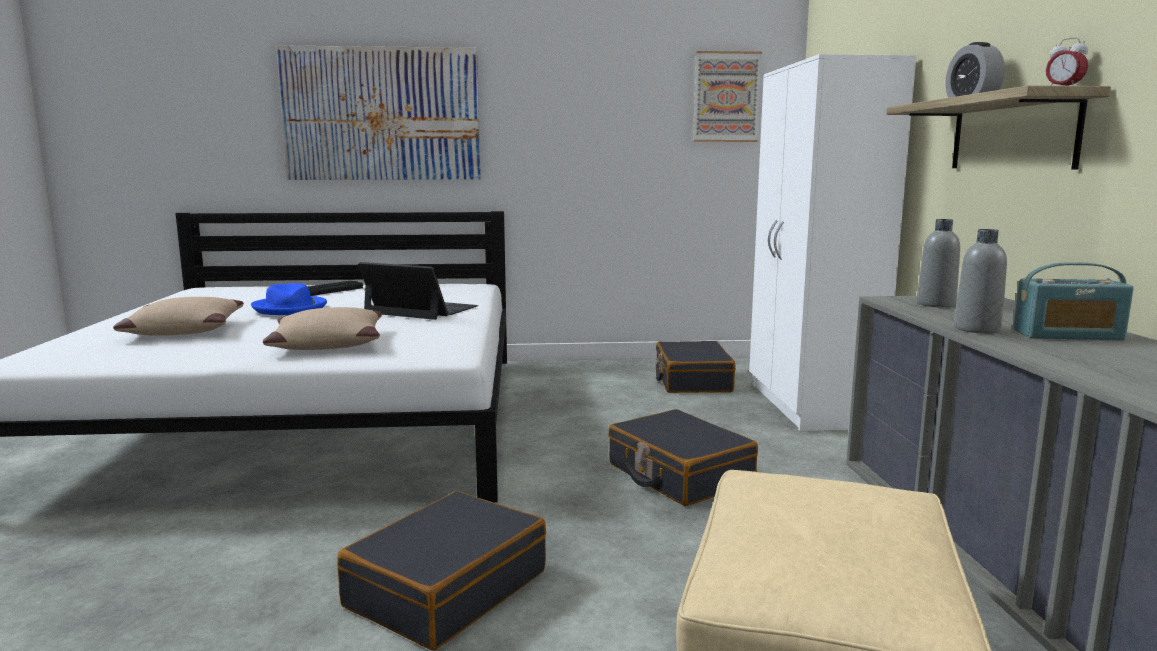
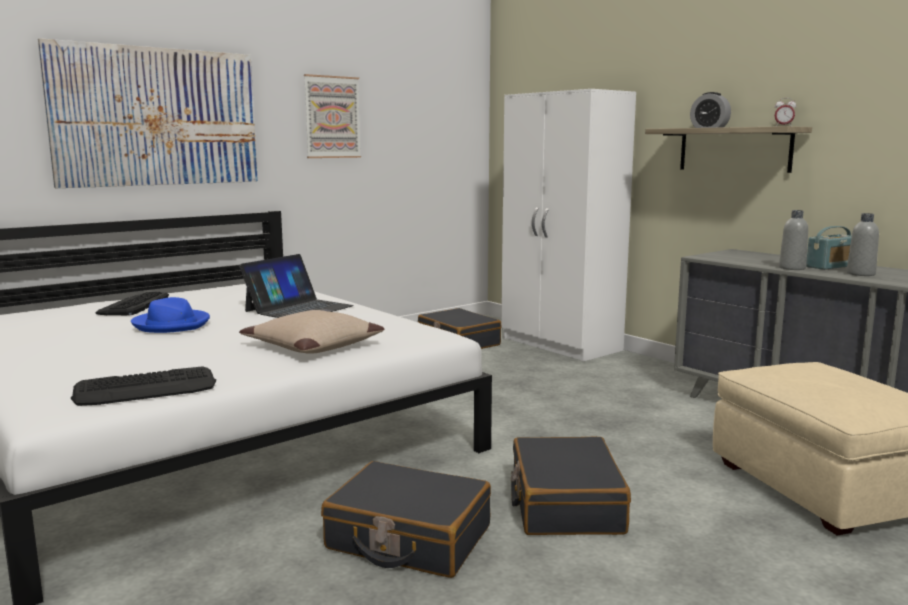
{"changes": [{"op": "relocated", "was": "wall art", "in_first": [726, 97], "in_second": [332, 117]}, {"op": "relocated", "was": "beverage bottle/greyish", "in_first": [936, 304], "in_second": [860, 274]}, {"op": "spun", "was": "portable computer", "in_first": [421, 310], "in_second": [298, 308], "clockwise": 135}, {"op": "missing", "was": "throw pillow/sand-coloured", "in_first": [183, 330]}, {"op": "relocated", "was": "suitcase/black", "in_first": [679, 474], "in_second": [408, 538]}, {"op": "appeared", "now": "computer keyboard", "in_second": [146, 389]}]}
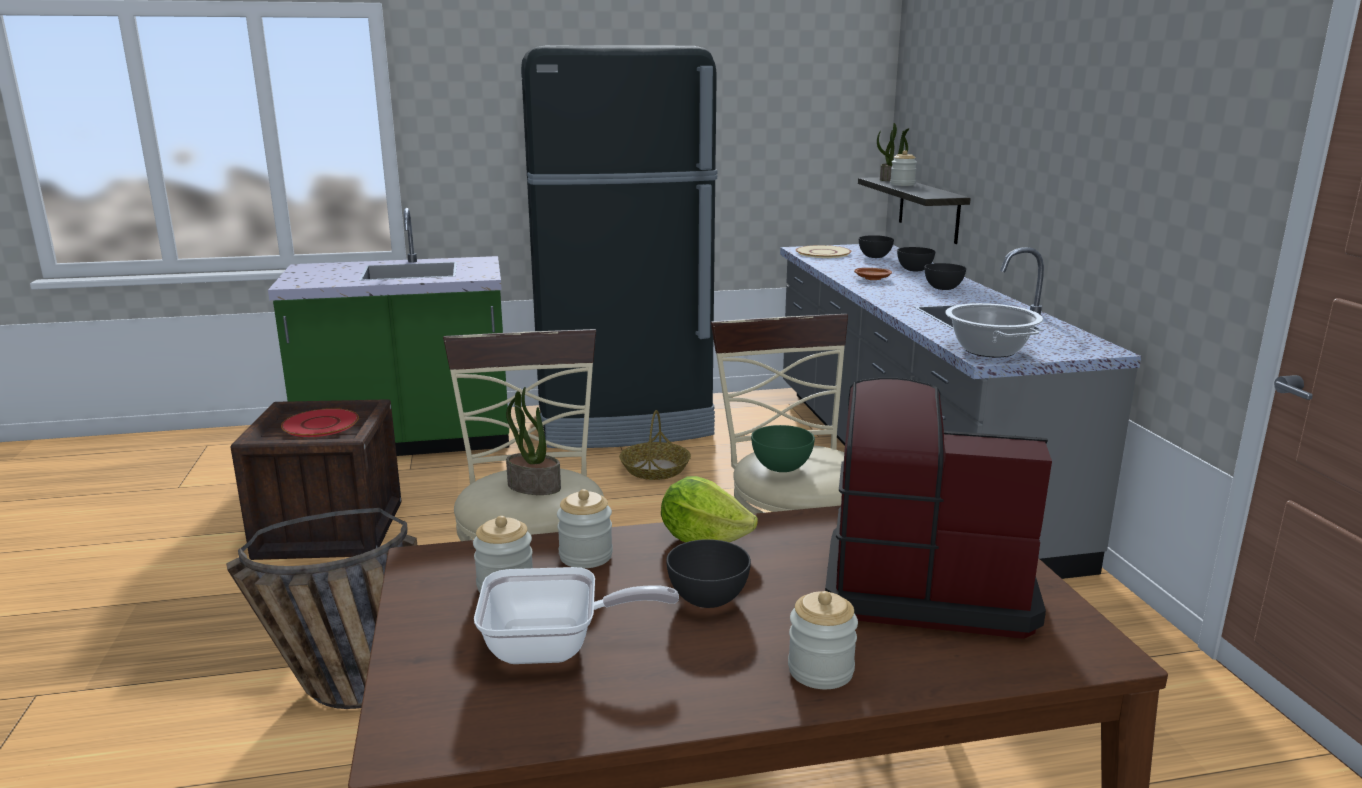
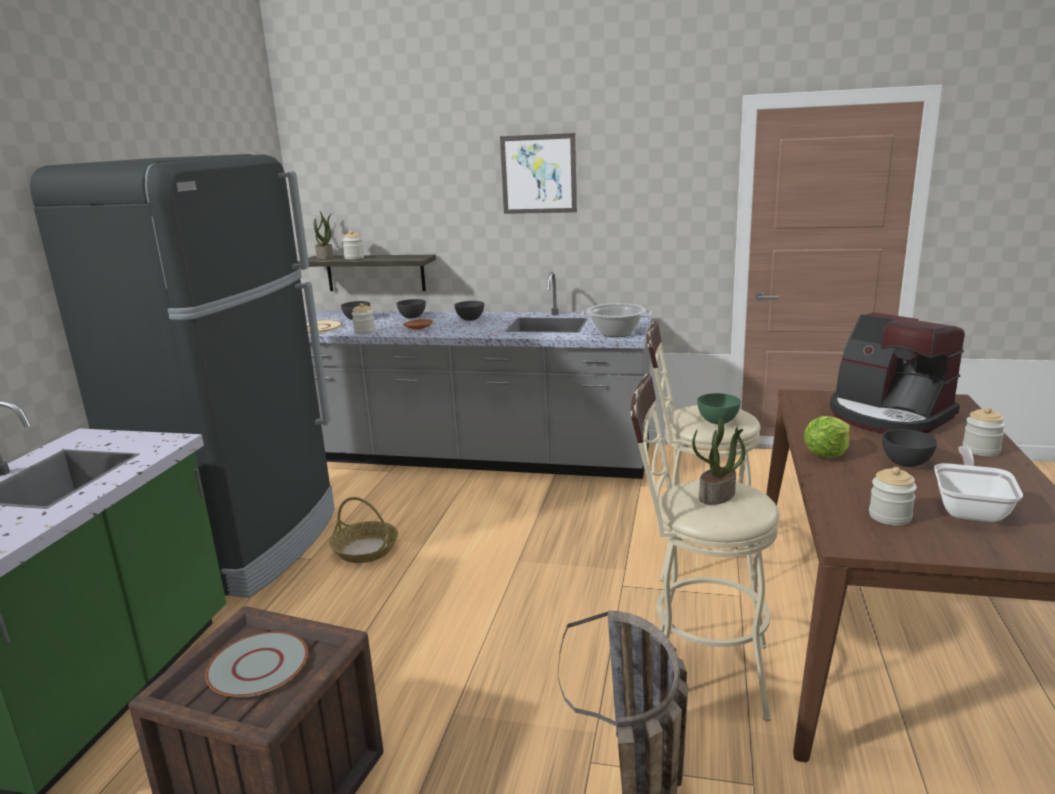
{"changes": [{"op": "spun", "was": "coffee maker", "in_first": [924, 584], "in_second": [888, 416], "clockwise": -75}, {"op": "colour", "was": "plate/red-coloured", "now": "plate/greyish", "in_first": [320, 424], "in_second": [258, 666]}, {"op": "relocated", "was": "storage jar", "in_first": [586, 556], "in_second": [364, 331]}, {"op": "appeared", "now": "wall art", "in_second": [538, 174]}]}
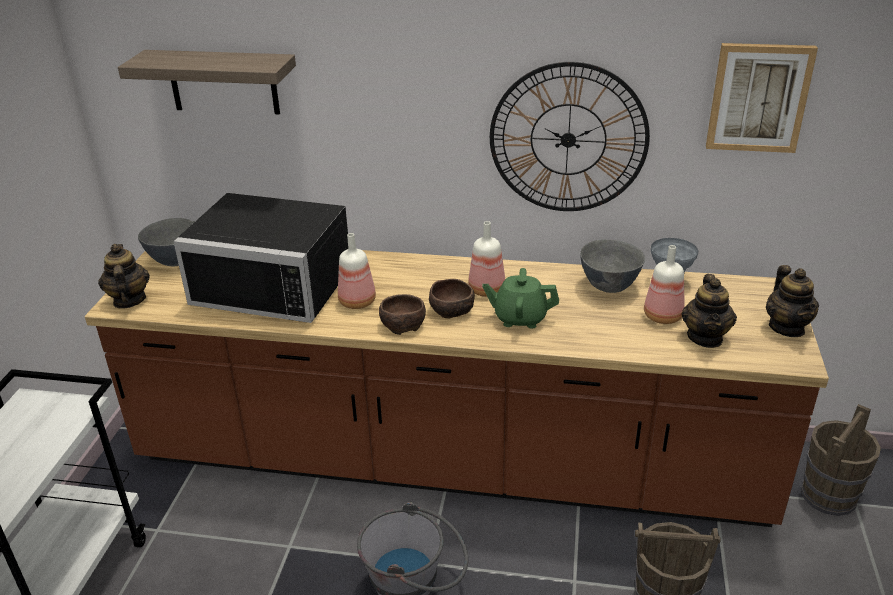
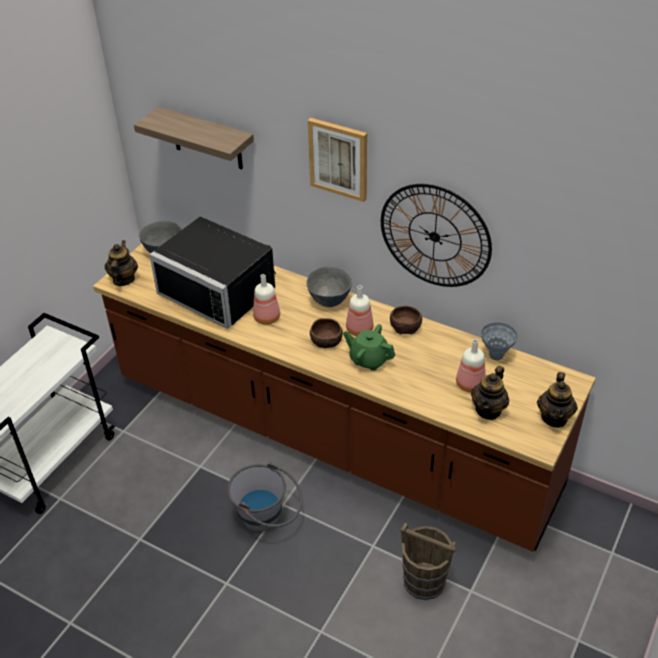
{"changes": [{"op": "relocated", "was": "wall art", "in_first": [758, 97], "in_second": [339, 158]}, {"op": "relocated", "was": "deep dish/greyish", "in_first": [609, 287], "in_second": [330, 301]}, {"op": "relocated", "was": "deep dish/brownish", "in_first": [402, 324], "in_second": [405, 327]}, {"op": "missing", "was": "bucket/brownish", "in_first": [829, 495]}]}
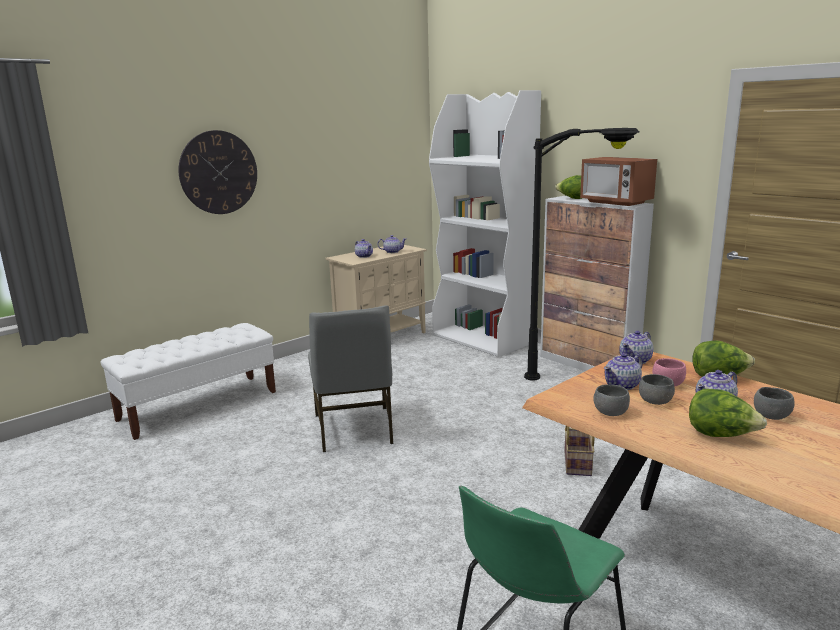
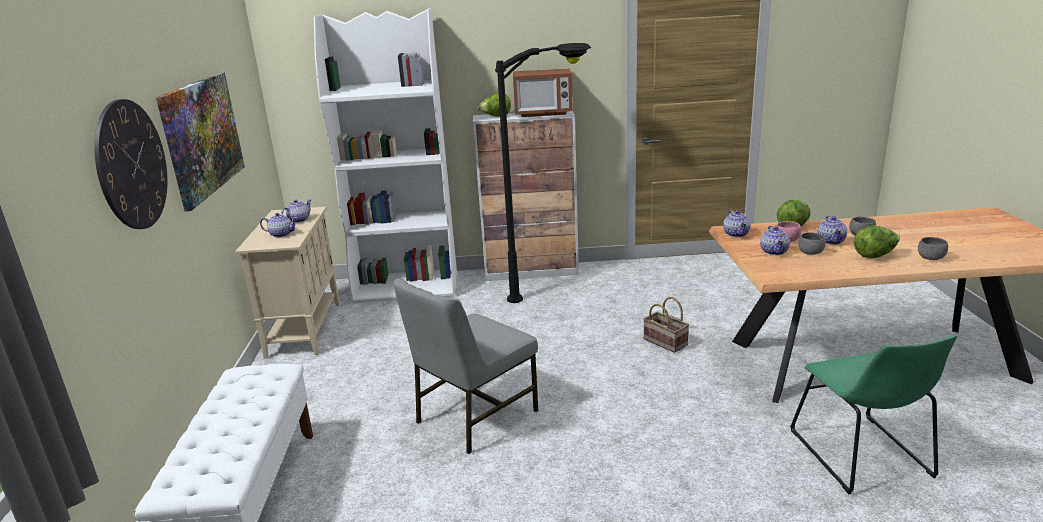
{"changes": [{"op": "spun", "was": "chair/greyish", "in_first": [354, 429], "in_second": [474, 416], "clockwise": 105}, {"op": "relocated", "was": "deep dish/greyish", "in_first": [610, 413], "in_second": [930, 258]}, {"op": "appeared", "now": "wall art", "in_second": [203, 137]}]}
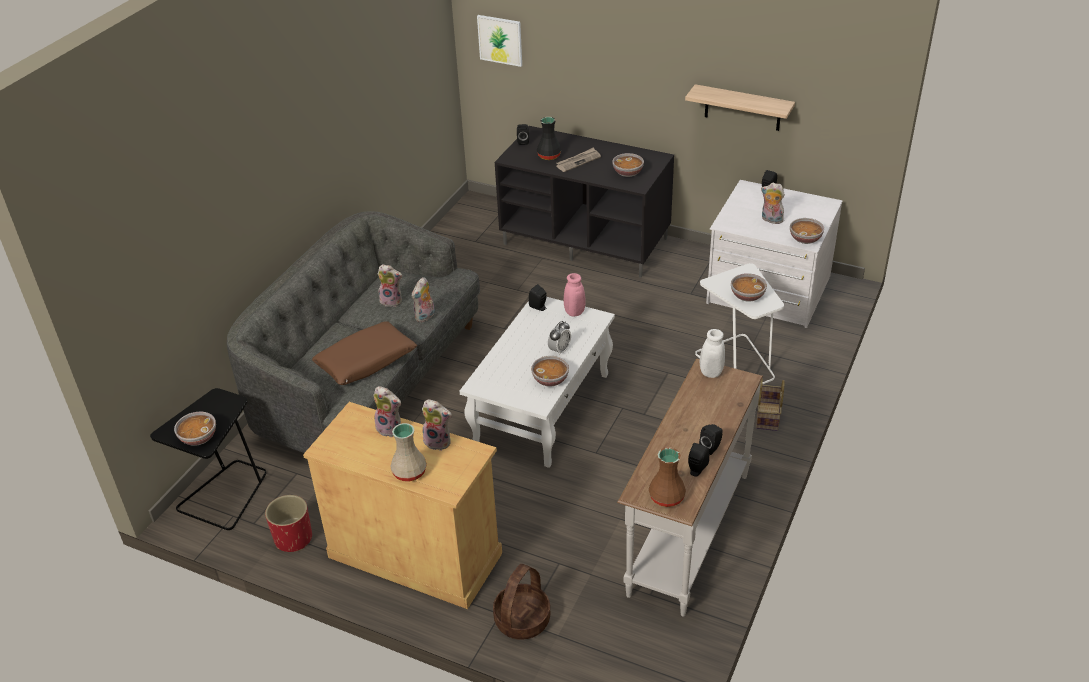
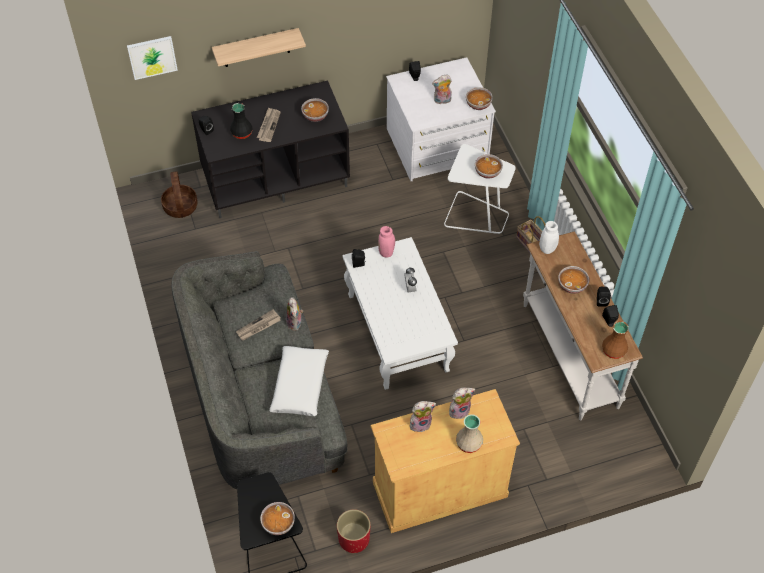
{"changes": [{"op": "relocated", "was": "shelf", "in_first": [742, 108], "in_second": [256, 48]}, {"op": "exchanged", "was": "cuddly toy", "now": "daily paper", "in_first": [392, 301], "in_second": [258, 327]}, {"op": "colour", "was": "throw pillow/brownish", "now": "throw pillow/whitish", "in_first": [366, 361], "in_second": [300, 385]}, {"op": "relocated", "was": "deep dish", "in_first": [550, 379], "in_second": [572, 285]}, {"op": "relocated", "was": "household basket", "in_first": [522, 619], "in_second": [180, 206]}]}
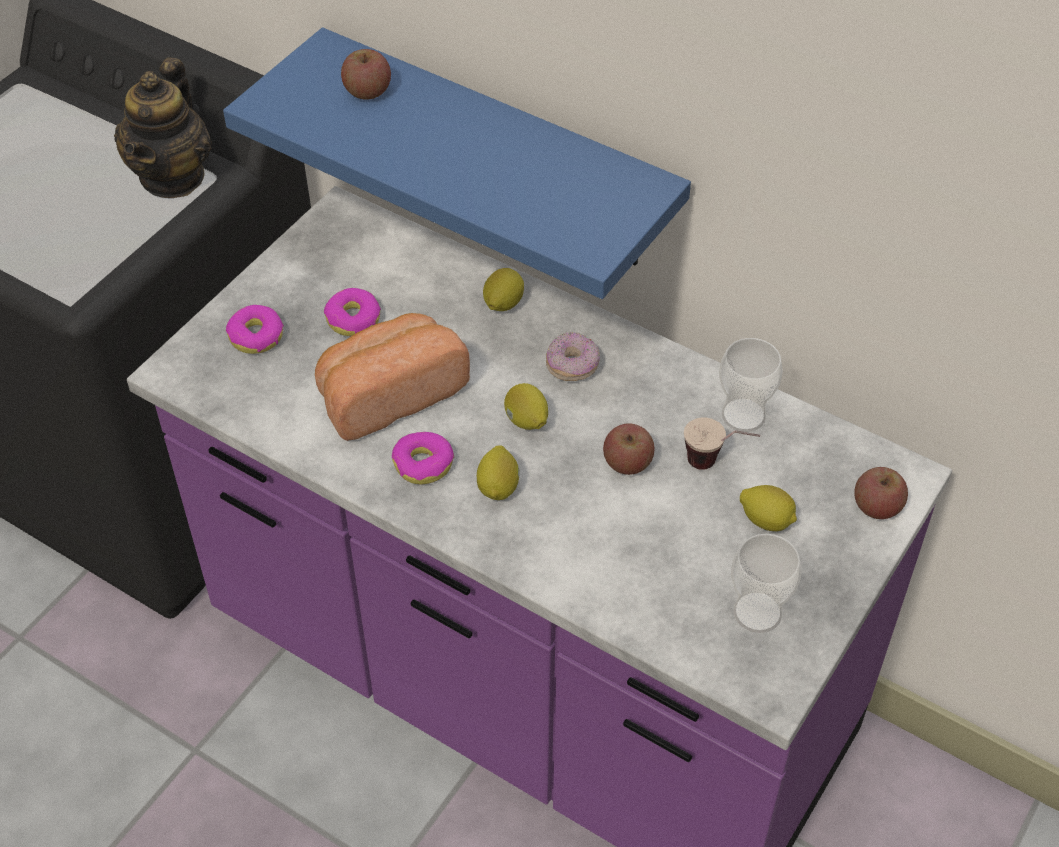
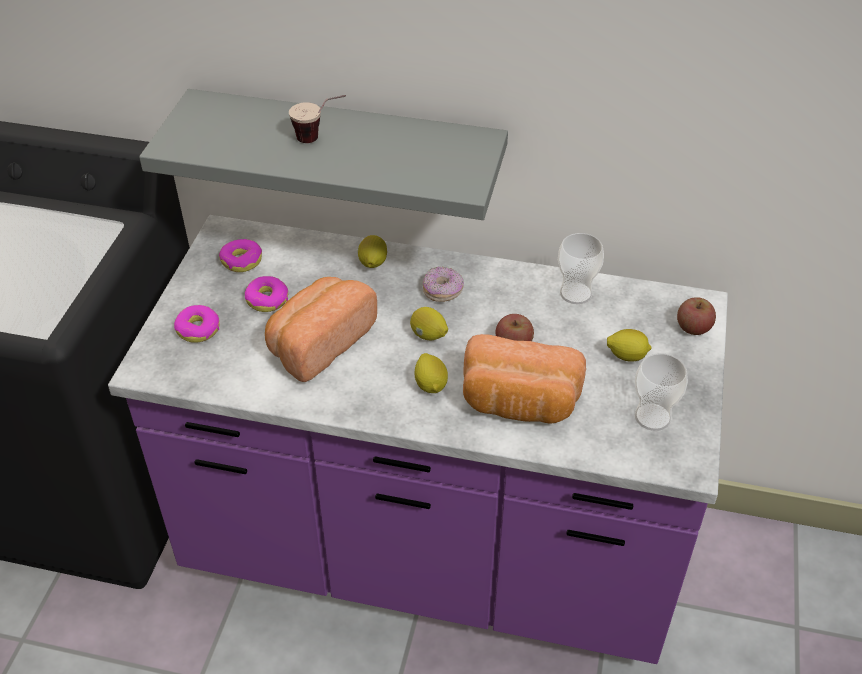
{"changes": [{"op": "colour", "was": "shelf/blue", "now": "shelf/greyish", "in_first": [498, 152], "in_second": [346, 150]}, {"op": "missing", "was": "whole apple", "in_first": [367, 91]}, {"op": "missing", "was": "teapot", "in_first": [173, 177]}, {"op": "relocated", "was": "drinking cup", "in_first": [717, 465], "in_second": [320, 139]}, {"op": "relocated", "was": "ring doughnut", "in_first": [423, 464], "in_second": [242, 261]}, {"op": "appeared", "now": "bakery bread", "in_second": [519, 404]}]}
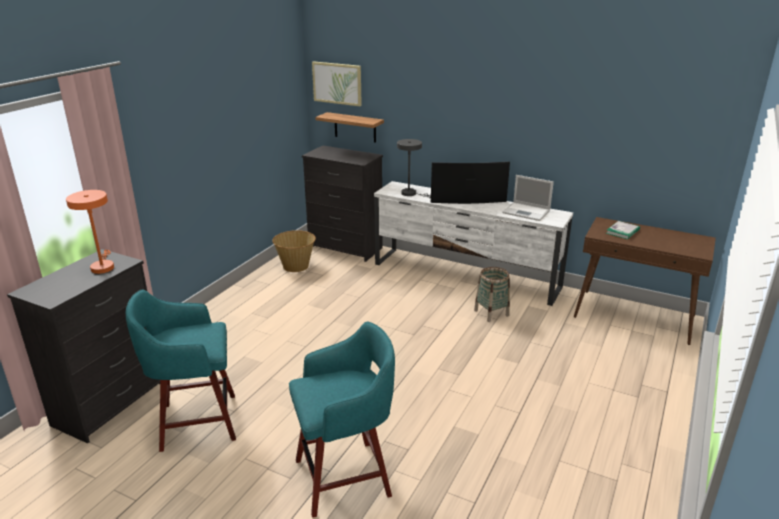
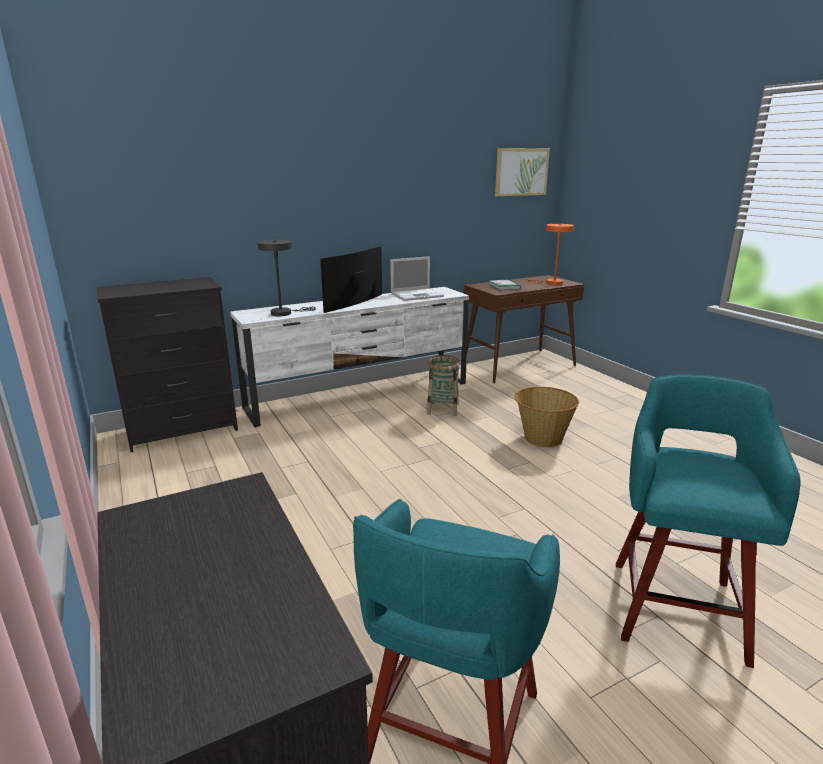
{"changes": [{"op": "relocated", "was": "wall art", "in_first": [337, 83], "in_second": [521, 172]}, {"op": "missing", "was": "shelf", "in_first": [355, 127]}, {"op": "relocated", "was": "tabletop lamp/orange-coloured", "in_first": [102, 266], "in_second": [551, 283]}, {"op": "relocated", "was": "household basket", "in_first": [296, 266], "in_second": [542, 438]}]}
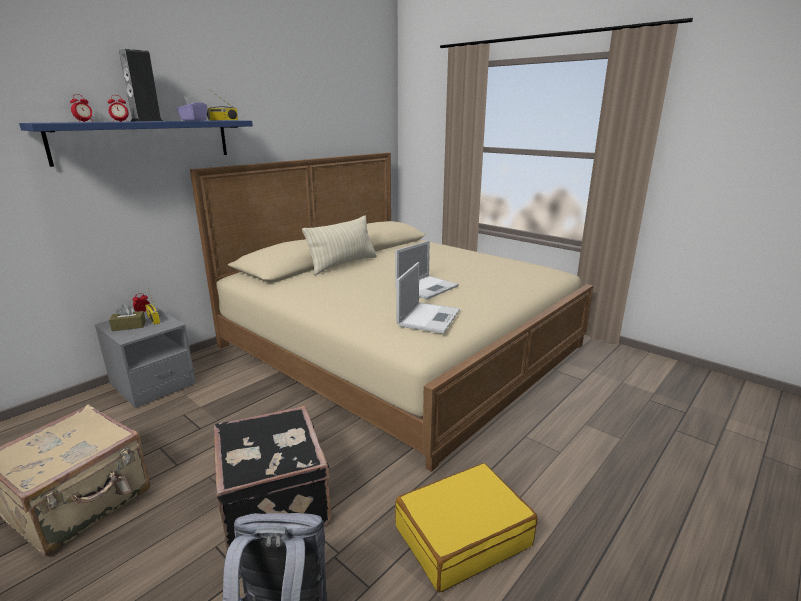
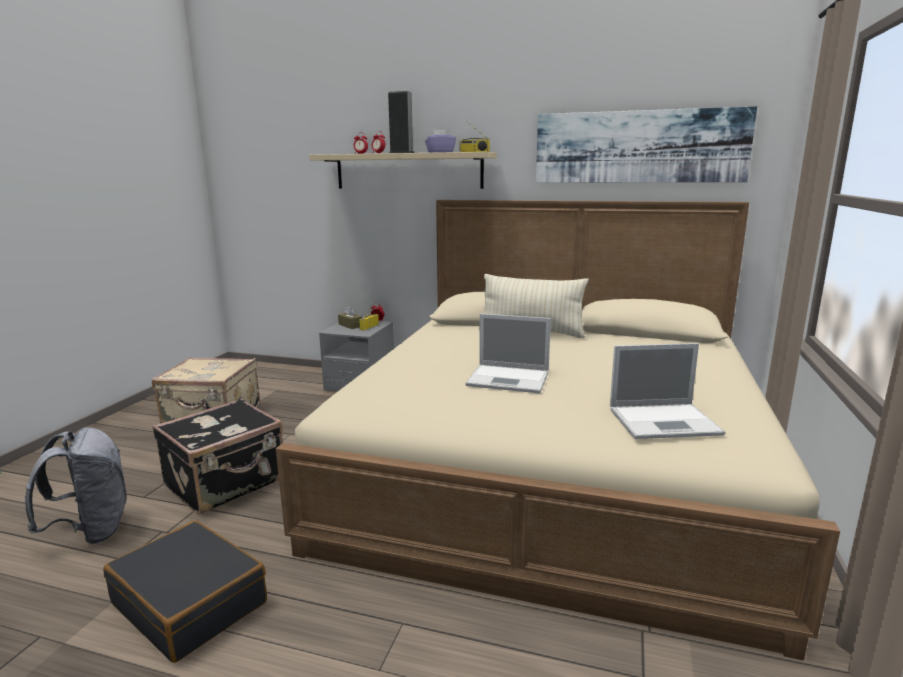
{"changes": [{"op": "colour", "was": "shelf/blue", "now": "shelf/sand-coloured", "in_first": [145, 141], "in_second": [408, 171]}, {"op": "relocated", "was": "portable computer", "in_first": [429, 317], "in_second": [665, 421]}, {"op": "colour", "was": "suitcase/yellowish", "now": "suitcase/black", "in_first": [462, 535], "in_second": [190, 602]}, {"op": "appeared", "now": "wall art", "in_second": [639, 147]}]}
